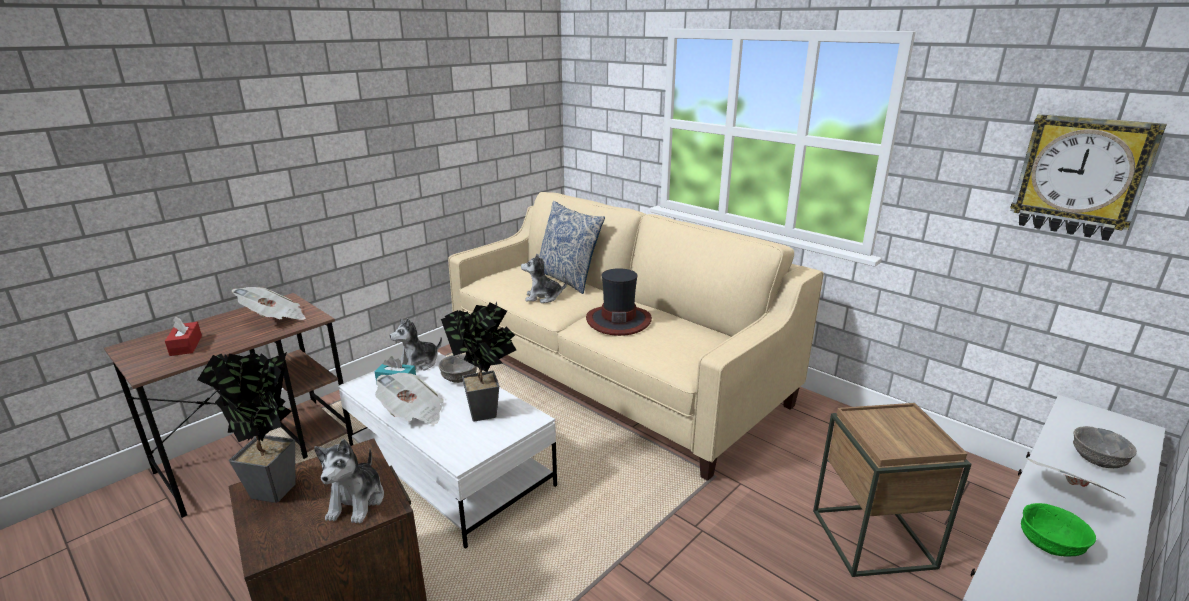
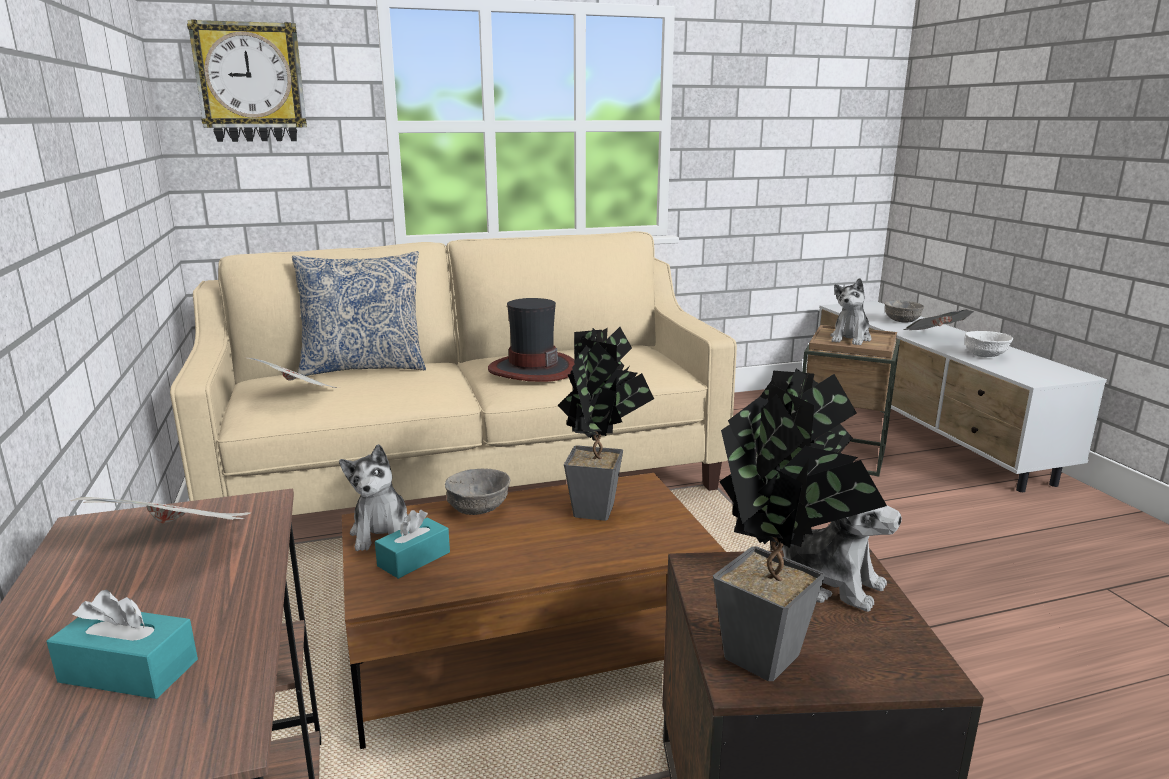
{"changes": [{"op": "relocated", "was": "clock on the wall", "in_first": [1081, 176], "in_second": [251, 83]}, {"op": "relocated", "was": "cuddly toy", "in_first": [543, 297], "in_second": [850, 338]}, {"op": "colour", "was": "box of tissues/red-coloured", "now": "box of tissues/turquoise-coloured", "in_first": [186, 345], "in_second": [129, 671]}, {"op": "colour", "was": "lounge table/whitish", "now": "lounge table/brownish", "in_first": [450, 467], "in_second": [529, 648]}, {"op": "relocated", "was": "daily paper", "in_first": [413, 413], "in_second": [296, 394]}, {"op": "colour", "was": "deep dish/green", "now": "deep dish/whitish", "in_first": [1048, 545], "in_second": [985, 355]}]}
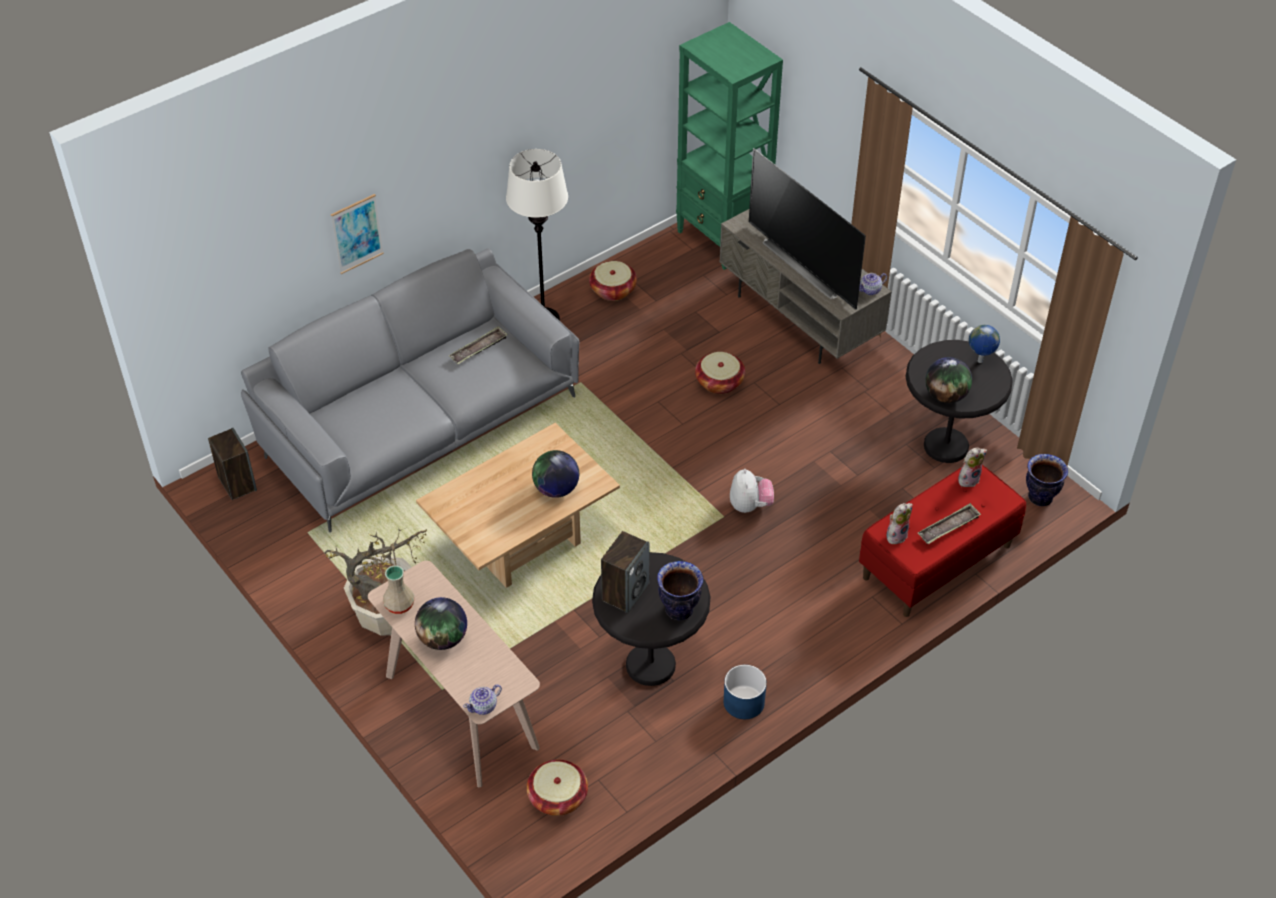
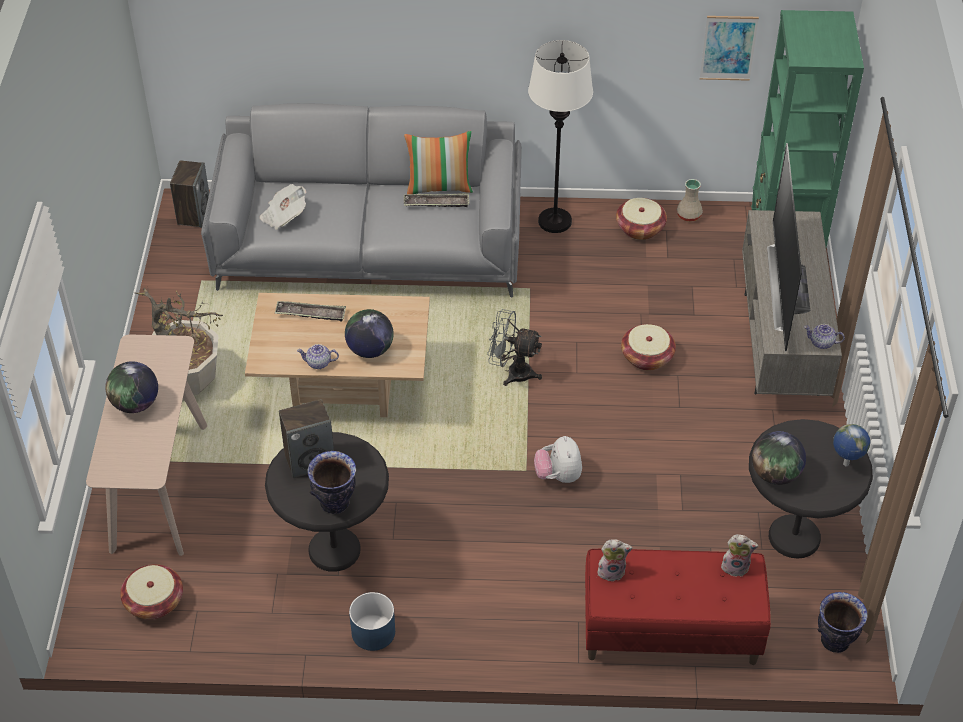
{"changes": [{"op": "relocated", "was": "wall art", "in_first": [357, 233], "in_second": [728, 48]}, {"op": "spun", "was": "cuddly toy", "in_first": [750, 505], "in_second": [558, 476], "clockwise": 135}, {"op": "relocated", "was": "tray", "in_first": [948, 527], "in_second": [311, 314]}, {"op": "relocated", "was": "decorative vase/sand-coloured", "in_first": [400, 604], "in_second": [689, 215]}, {"op": "relocated", "was": "teapot", "in_first": [484, 706], "in_second": [319, 363]}, {"op": "appeared", "now": "throw pillow", "in_second": [439, 187]}, {"op": "appeared", "now": "daily paper", "in_second": [284, 216]}, {"op": "appeared", "now": "fan/greyish", "in_second": [512, 372]}]}
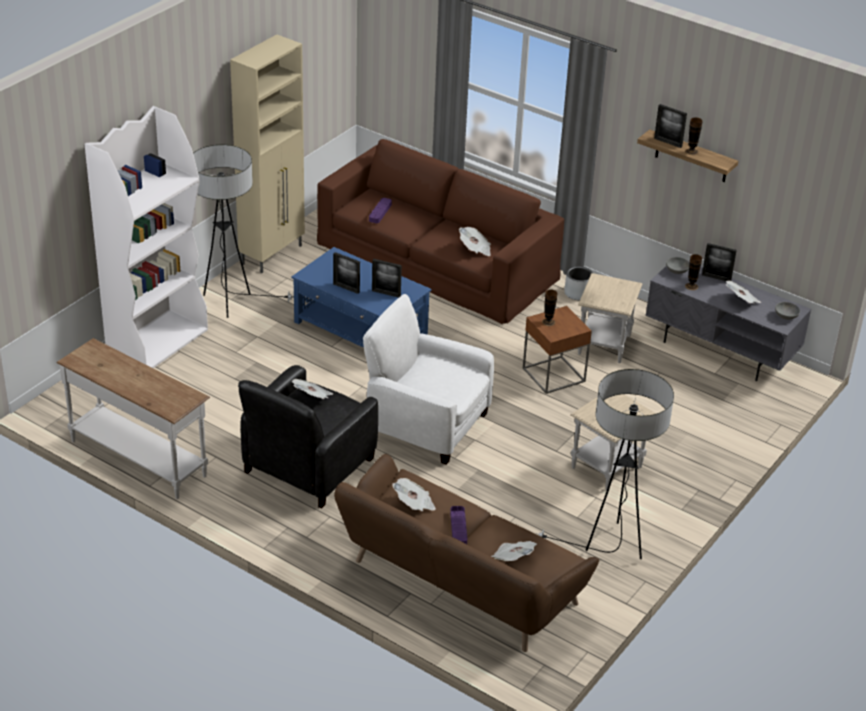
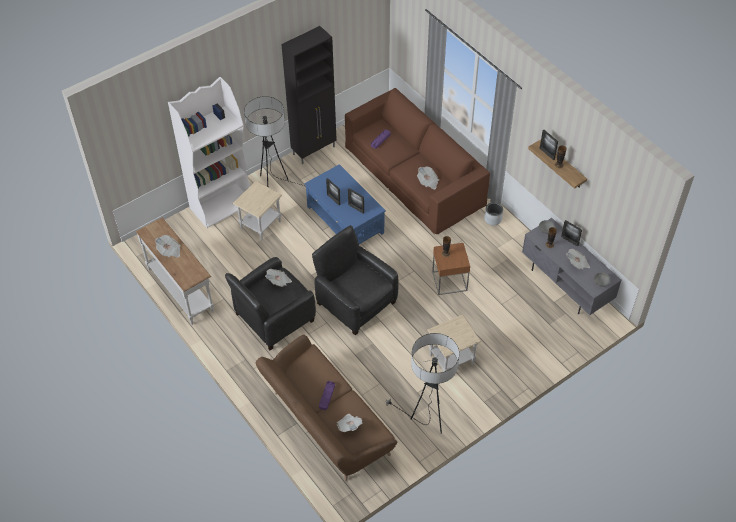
{"changes": [{"op": "colour", "was": "storage cabinet/sand-coloured", "now": "storage cabinet/black", "in_first": [273, 254], "in_second": [314, 150]}, {"op": "relocated", "was": "accent table/sand-coloured", "in_first": [604, 344], "in_second": [261, 224]}, {"op": "colour", "was": "lounge chair/whitish", "now": "lounge chair/black", "in_first": [426, 424], "in_second": [355, 302]}, {"op": "relocated", "was": "daily paper", "in_first": [414, 504], "in_second": [169, 251]}]}
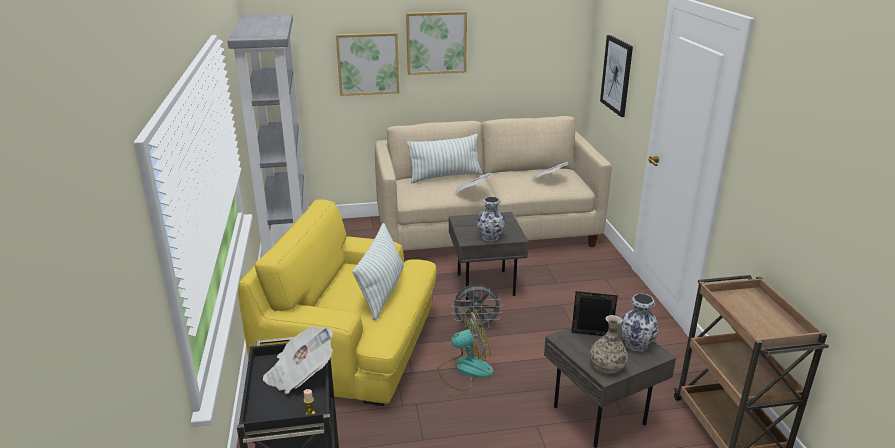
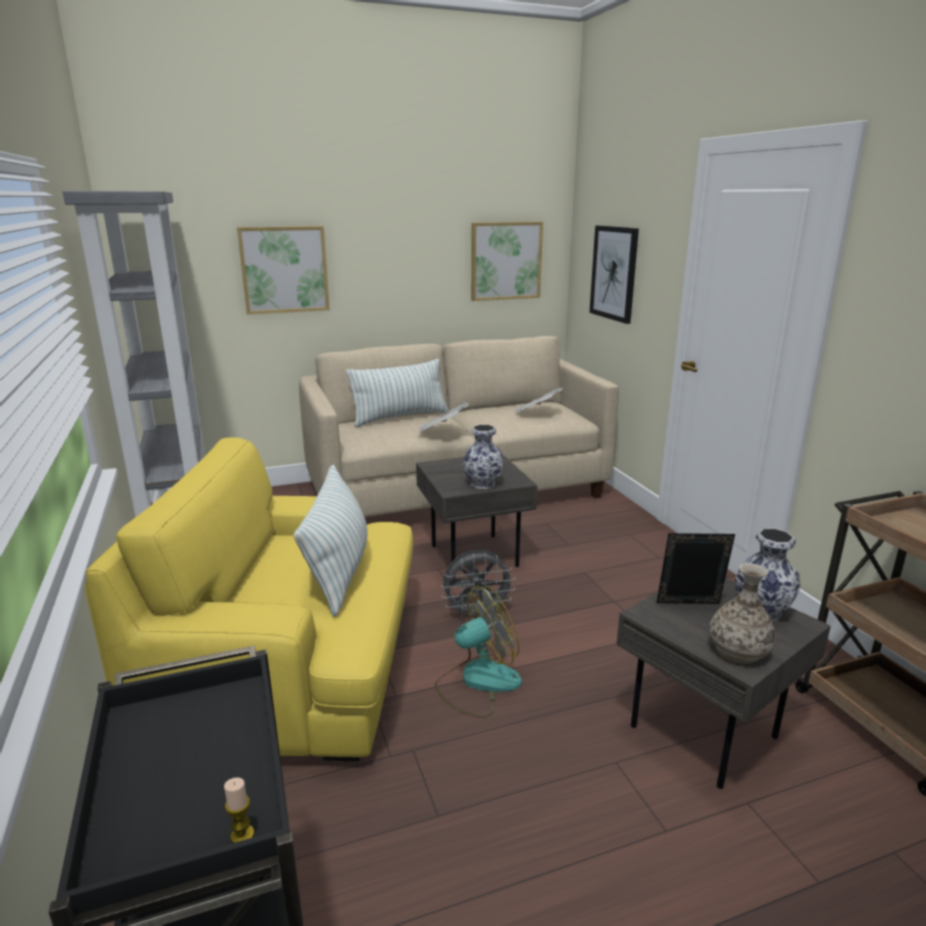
{"changes": [{"op": "relocated", "was": "wall art", "in_first": [436, 42], "in_second": [505, 261]}, {"op": "missing", "was": "daily paper", "in_first": [300, 374]}]}
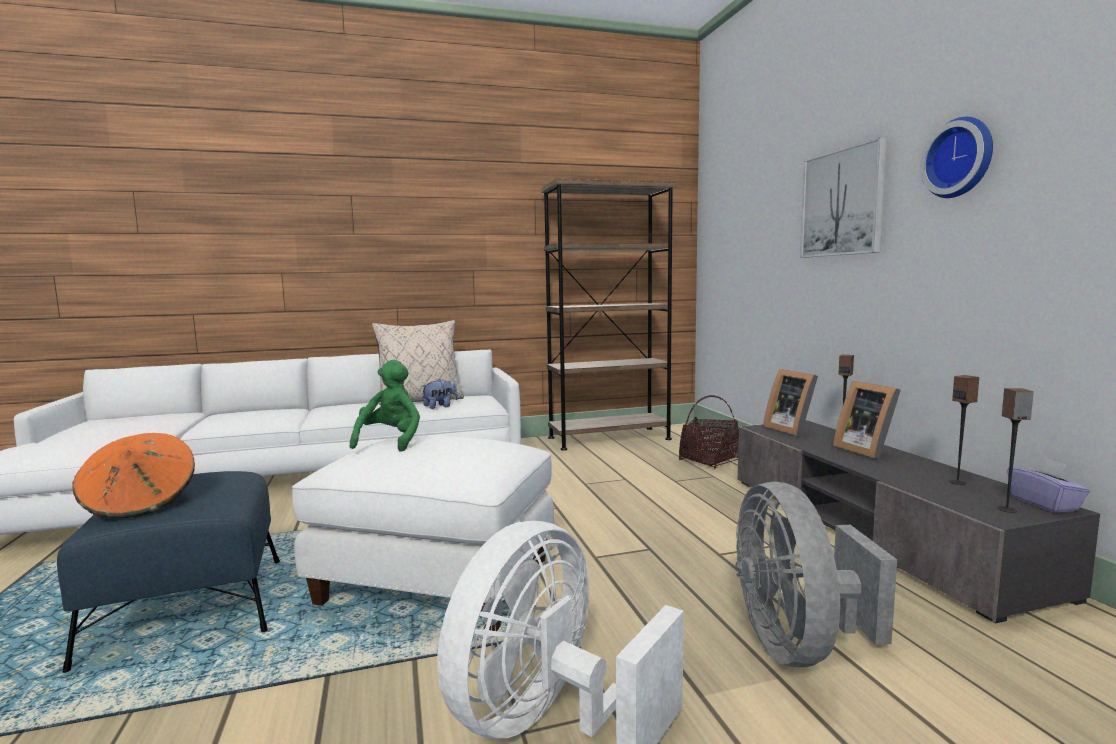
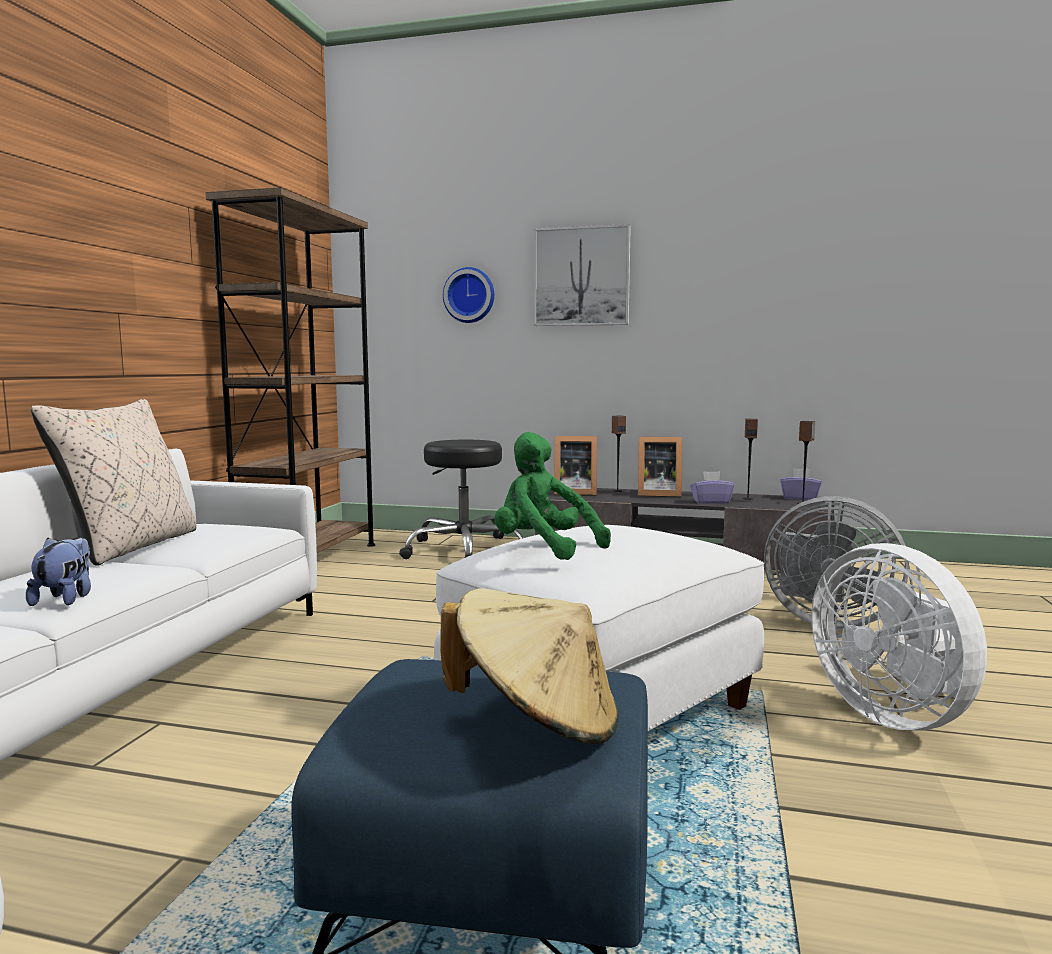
{"changes": [{"op": "relocated", "was": "clock on the wall", "in_first": [960, 158], "in_second": [470, 295]}, {"op": "relocated", "was": "cuddly toy", "in_first": [440, 406], "in_second": [66, 599]}, {"op": "exchanged", "was": "household basket", "now": "stool seat/black", "in_first": [710, 460], "in_second": [464, 551]}, {"op": "colour", "was": "wearable hat/orange-coloured", "now": "wearable hat/sand-coloured", "in_first": [141, 504], "in_second": [536, 721]}, {"op": "appeared", "now": "box of tissues/purple", "in_second": [711, 502]}]}
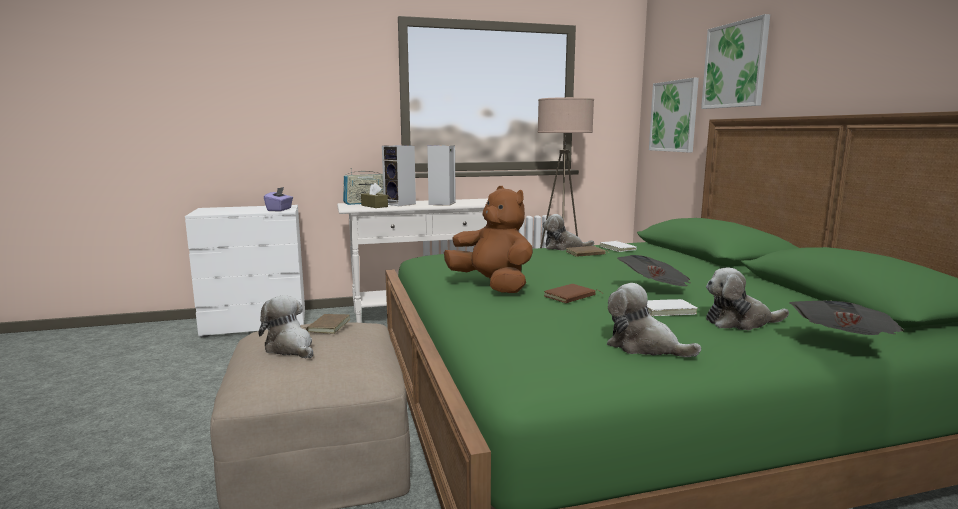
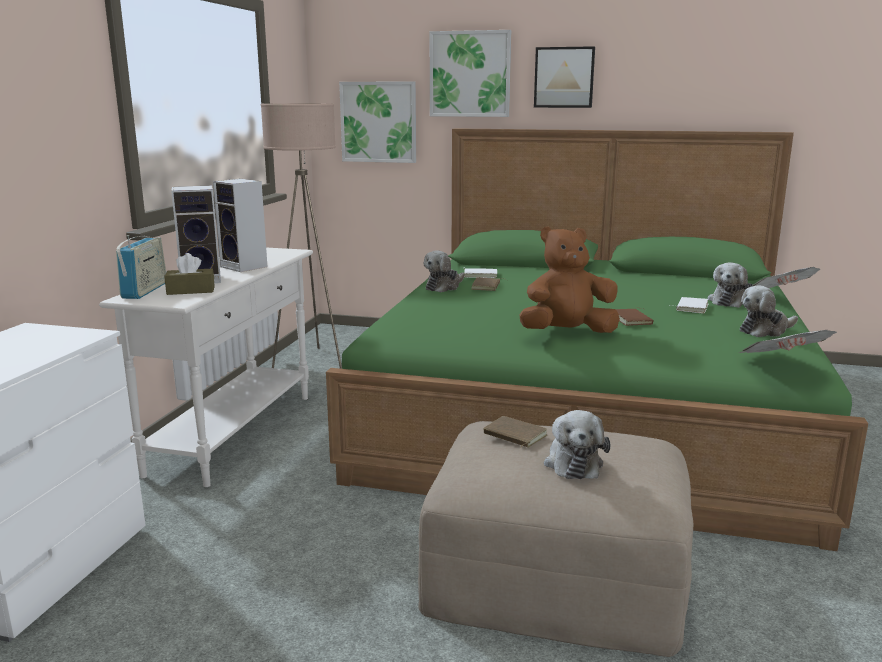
{"changes": [{"op": "missing", "was": "box of tissues/purple", "in_first": [279, 209]}, {"op": "relocated", "was": "daily paper", "in_first": [655, 291], "in_second": [782, 364]}, {"op": "spun", "was": "cuddly toy", "in_first": [290, 348], "in_second": [573, 463], "clockwise": -75}, {"op": "appeared", "now": "wall art", "in_second": [564, 77]}]}
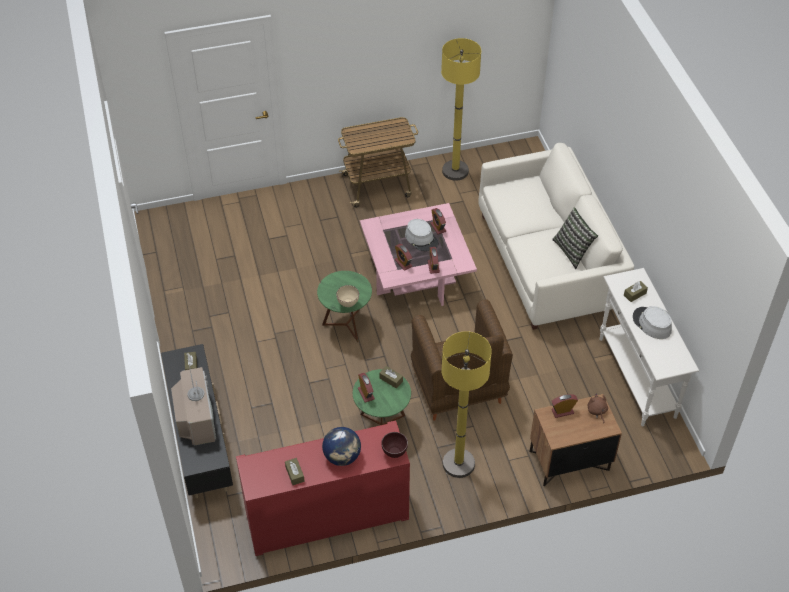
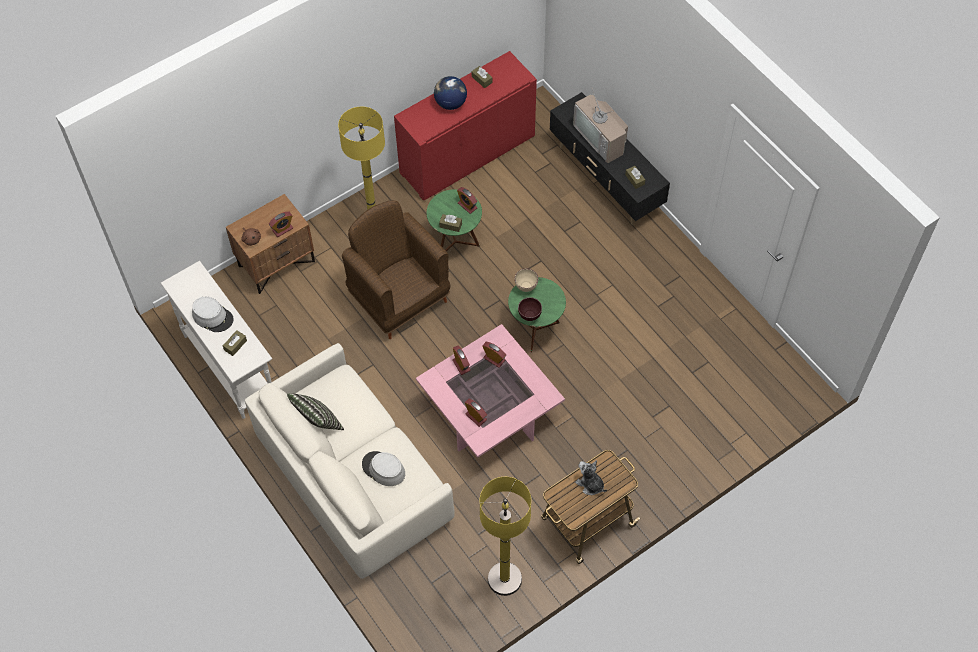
{"changes": [{"op": "relocated", "was": "wearable hat/greyish", "in_first": [421, 238], "in_second": [383, 469]}, {"op": "relocated", "was": "deep dish/brownish", "in_first": [395, 453], "in_second": [529, 316]}, {"op": "appeared", "now": "cuddly toy", "in_second": [590, 484]}]}
